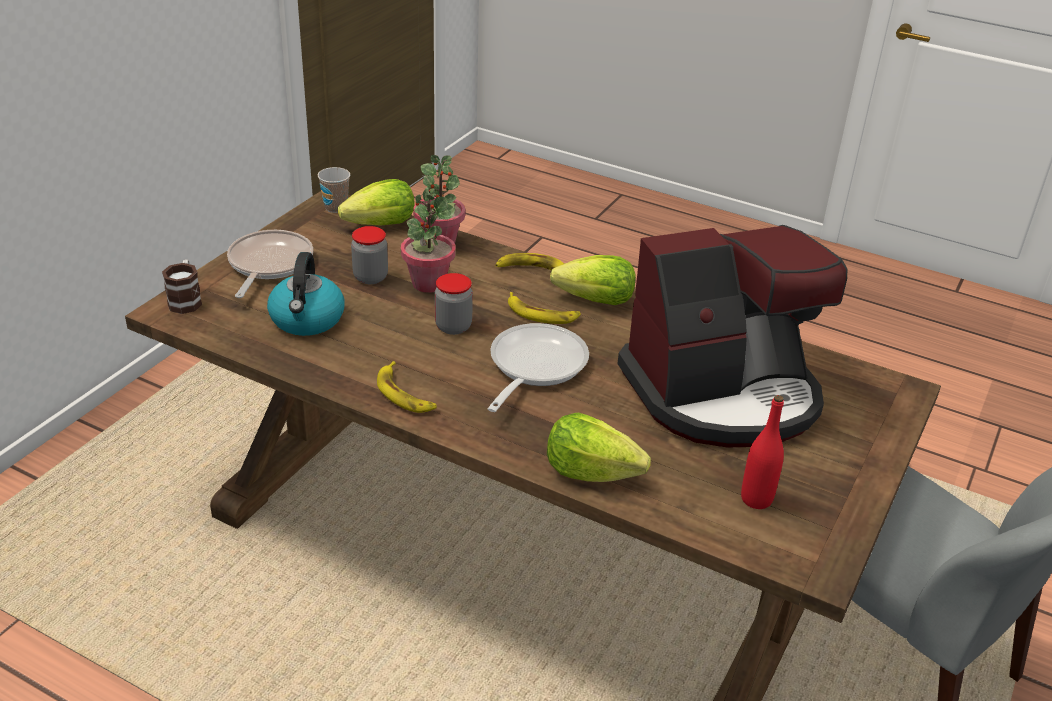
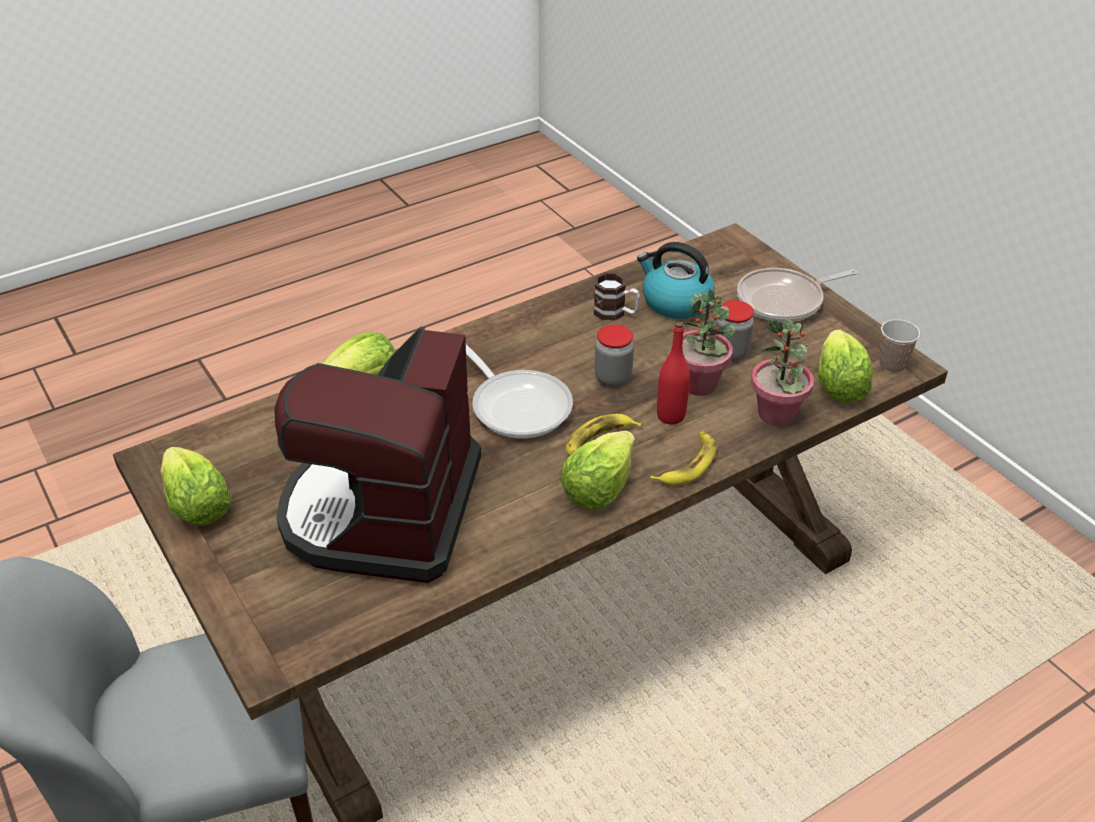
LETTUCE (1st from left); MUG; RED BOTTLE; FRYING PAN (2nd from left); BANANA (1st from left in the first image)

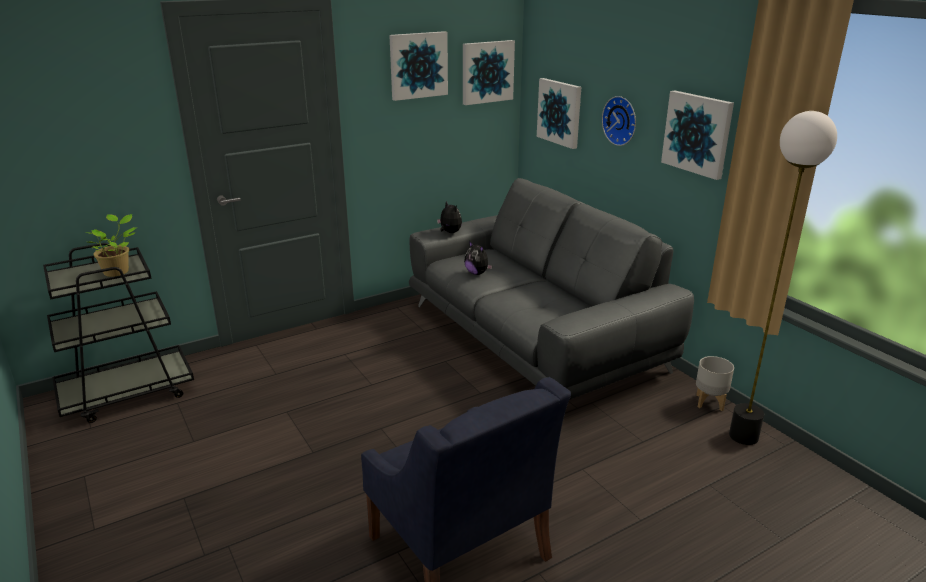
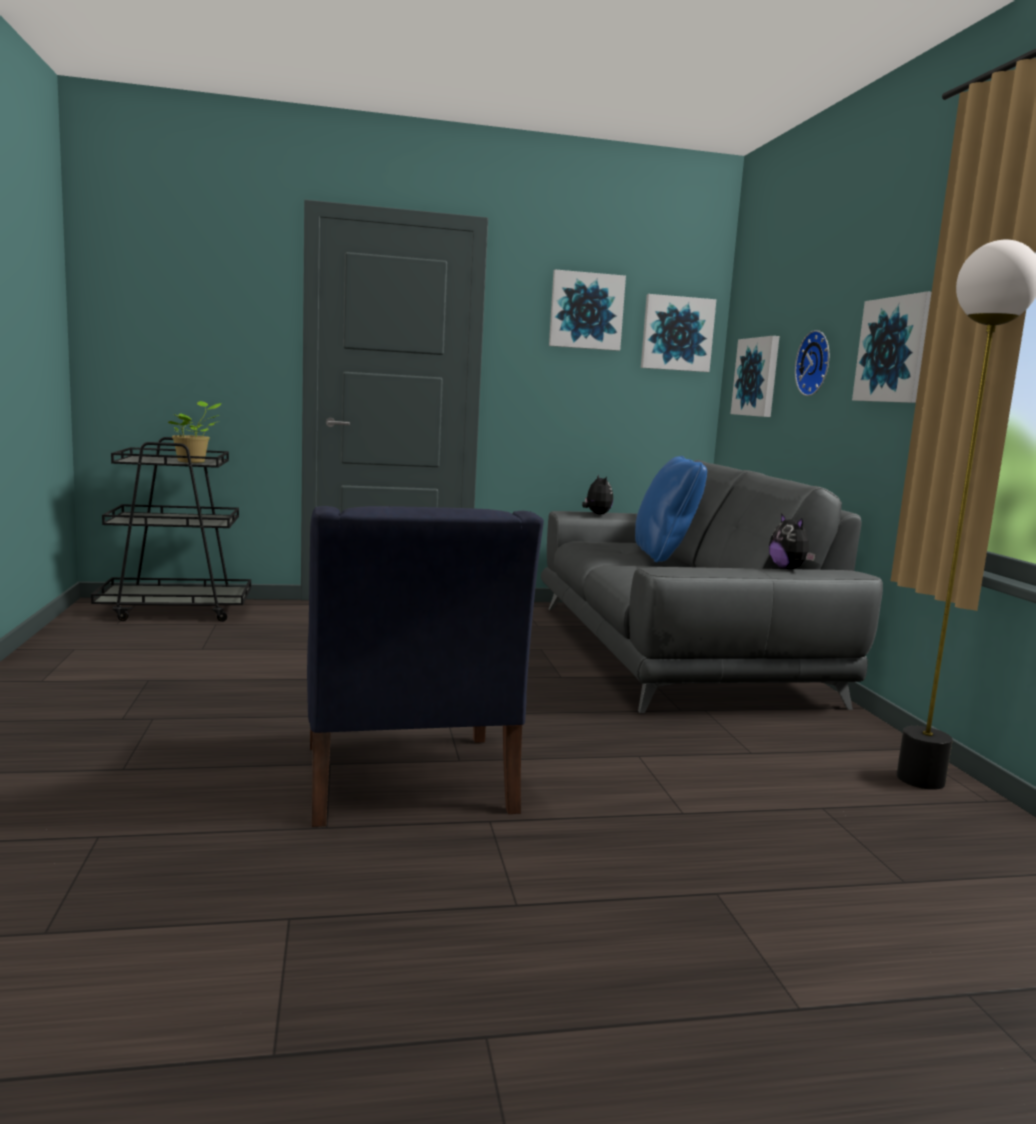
BLUE PILLOW; PLUSH TOY (2nd from left); GREY PLANTER

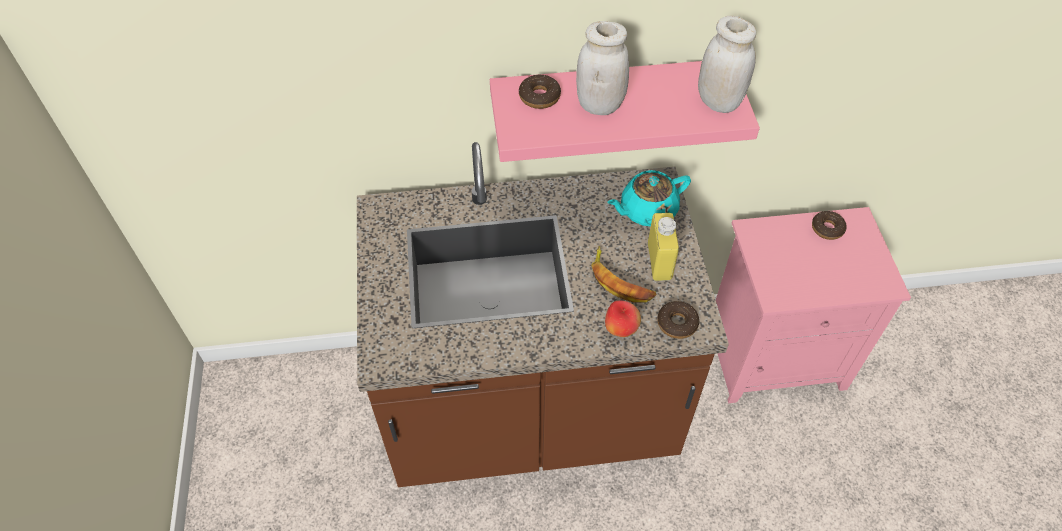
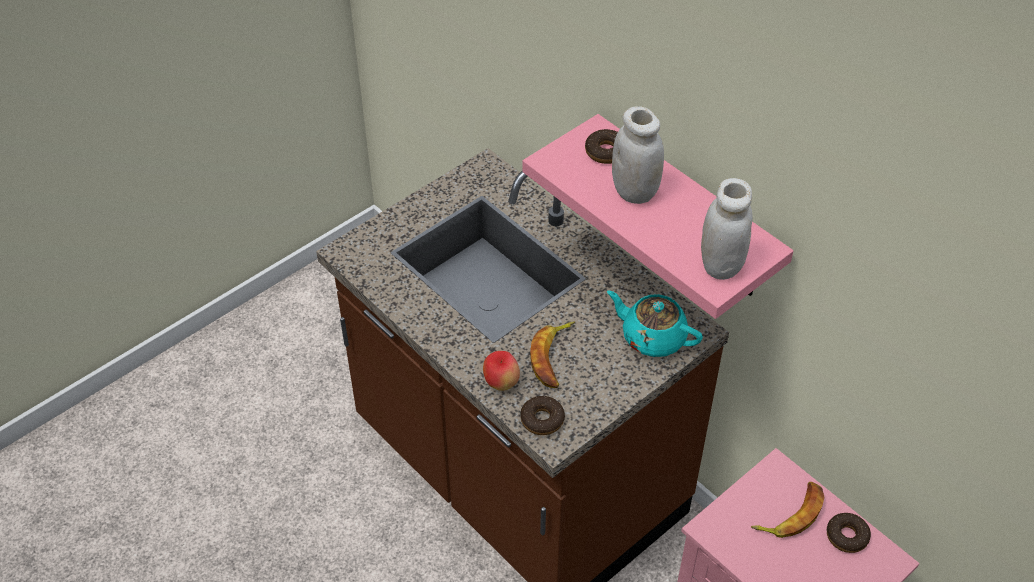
BANANA (2nd from left); YELLOW BOTTLE

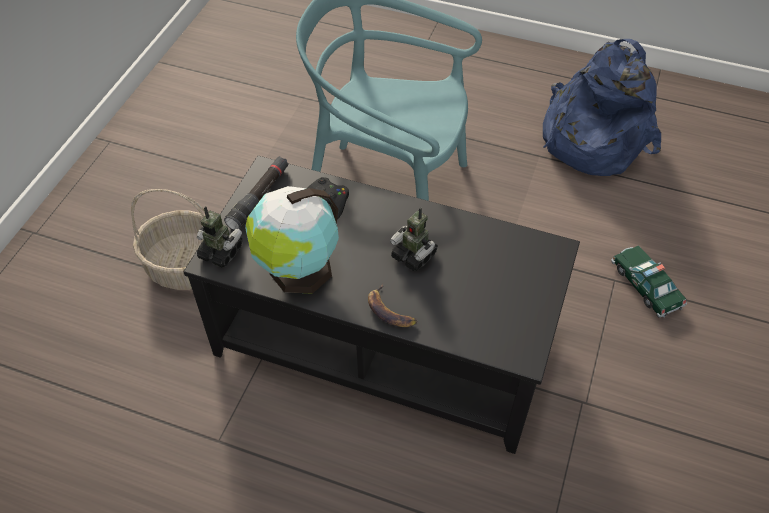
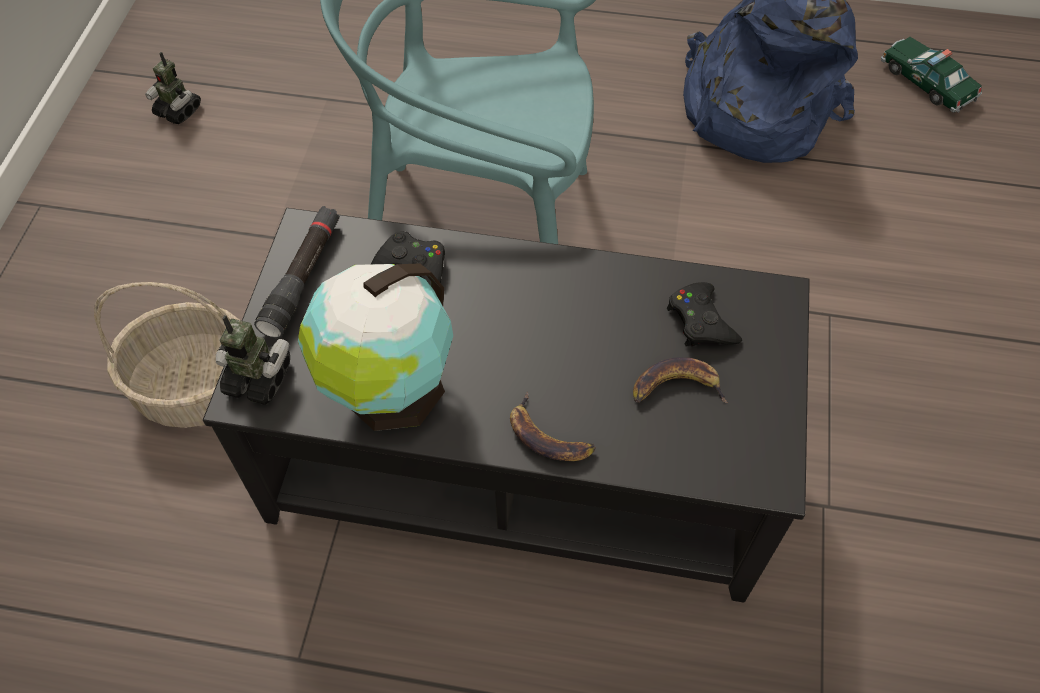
TOY ROBOT (1st from left); BANANA (2nd from left); BLACK GAME CONTROLLER (2nd from left); TOY CAR

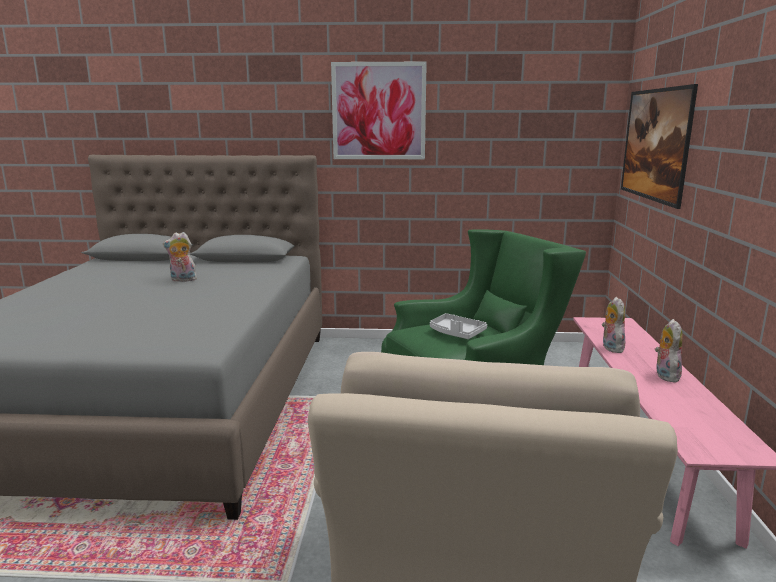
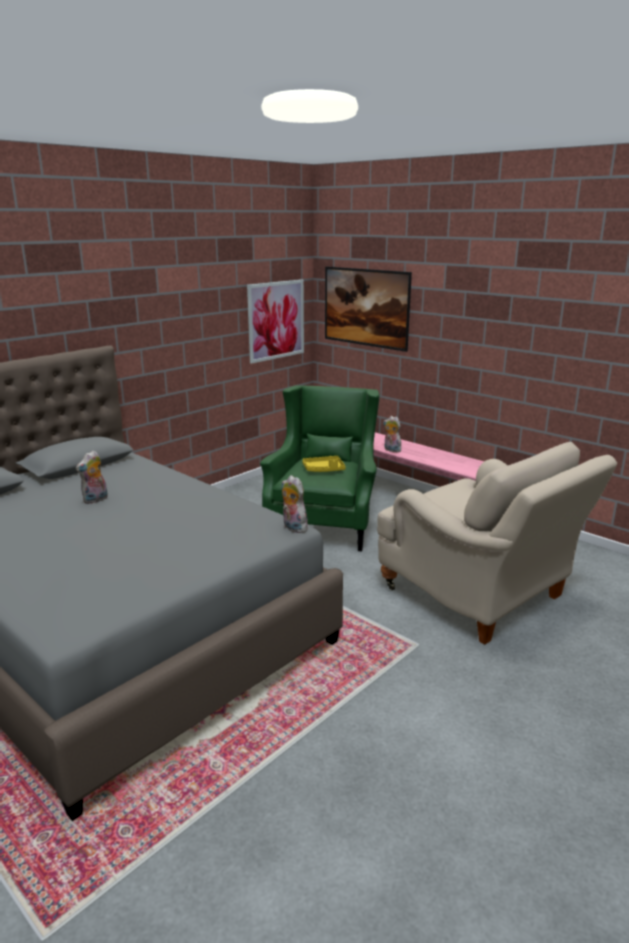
PICTURE (1st from left); PLUSH TOY (2nd from left); YELLOW TRAY

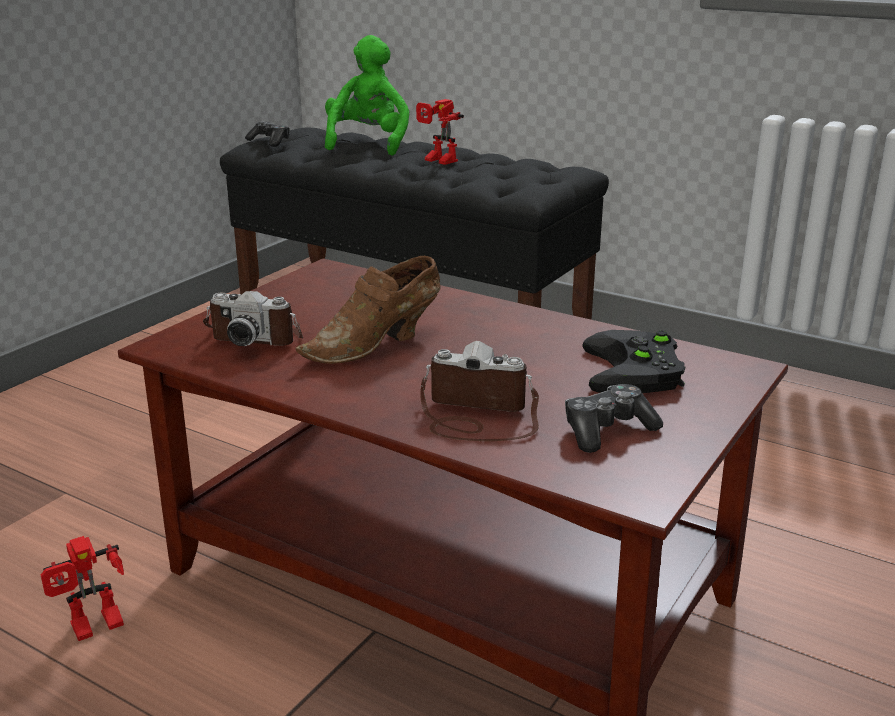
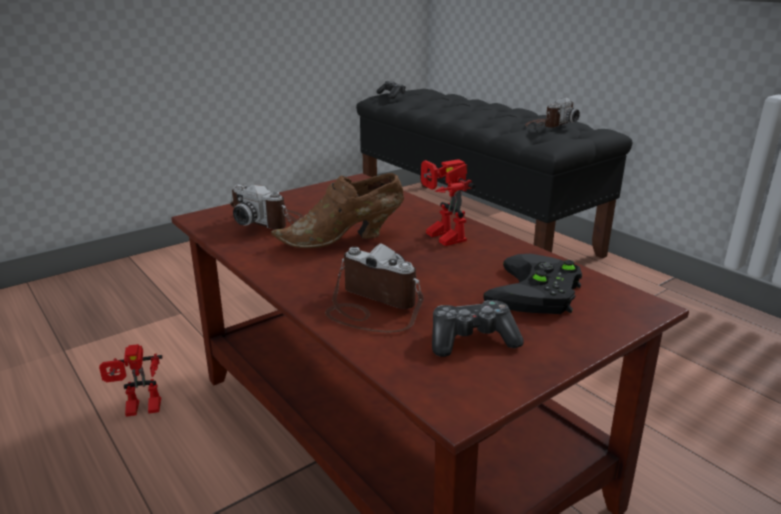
TOY ROBOT (2nd from left); PHOTO CAMERA (3rd from left); GREEN PLUSH TOY

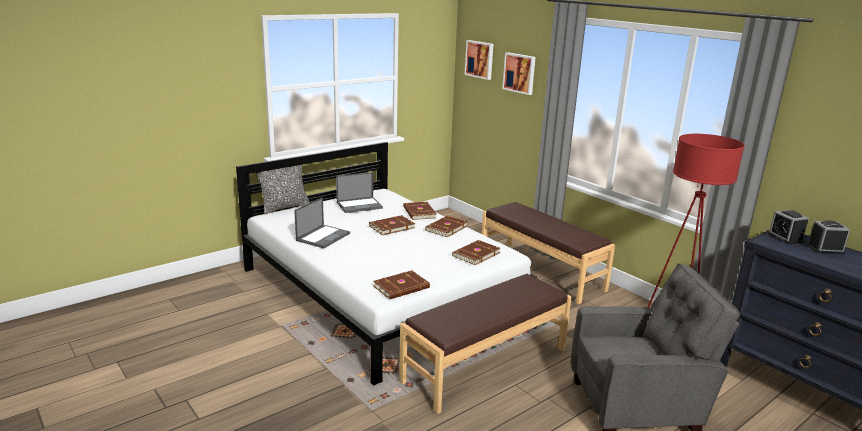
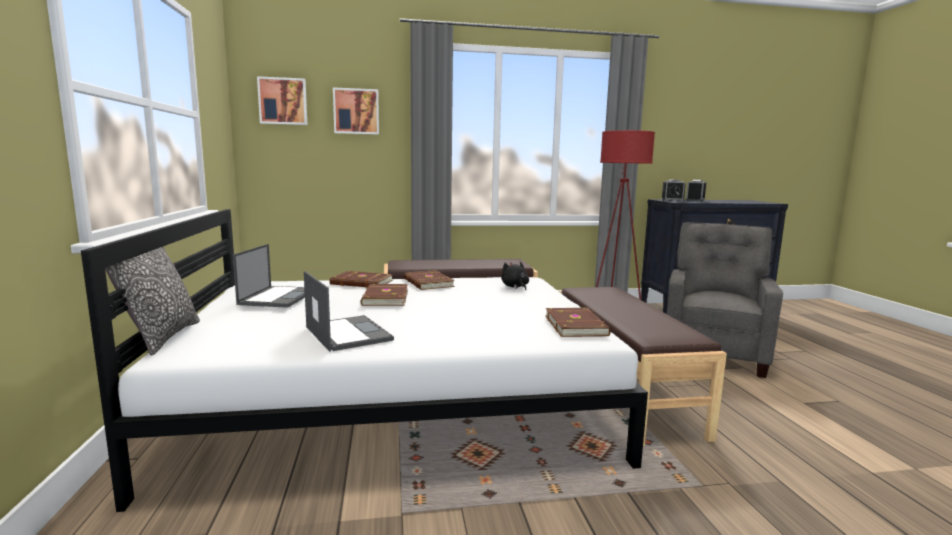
BLACK PLUSH TOY

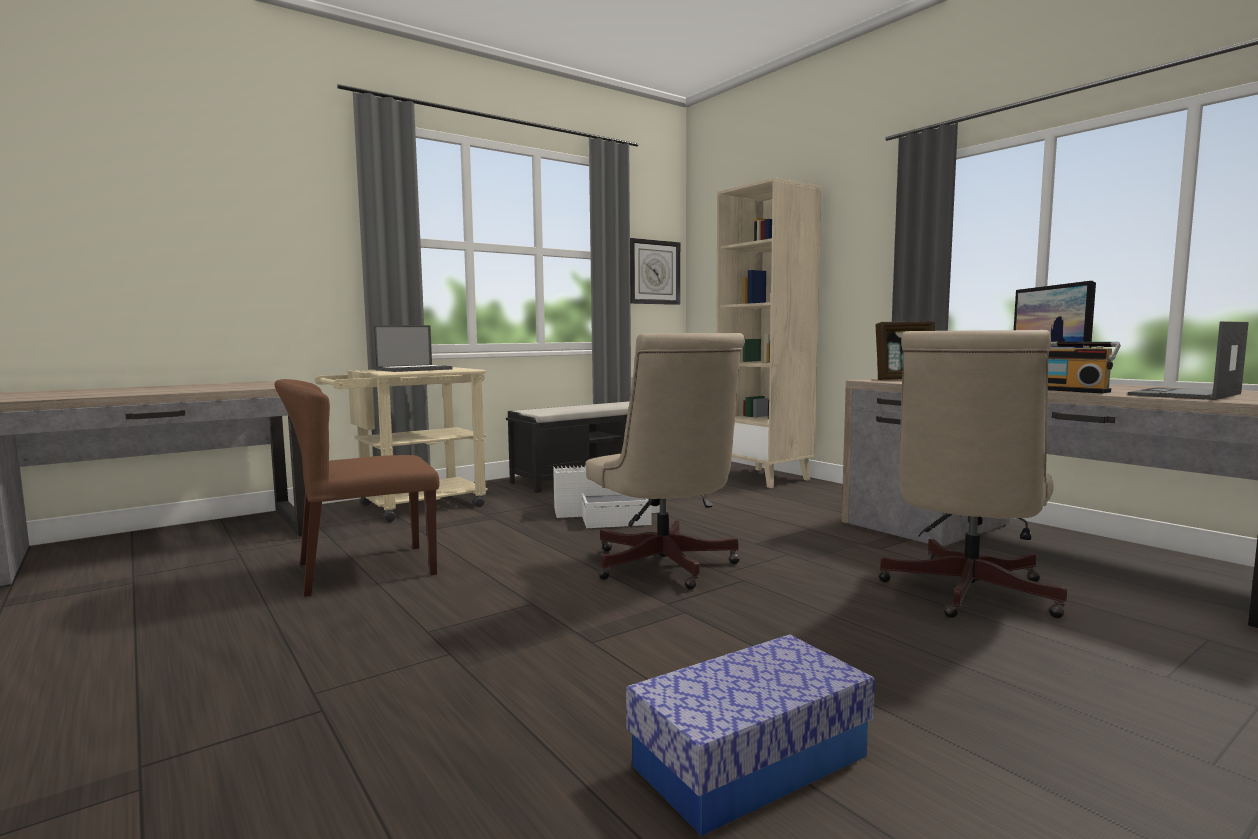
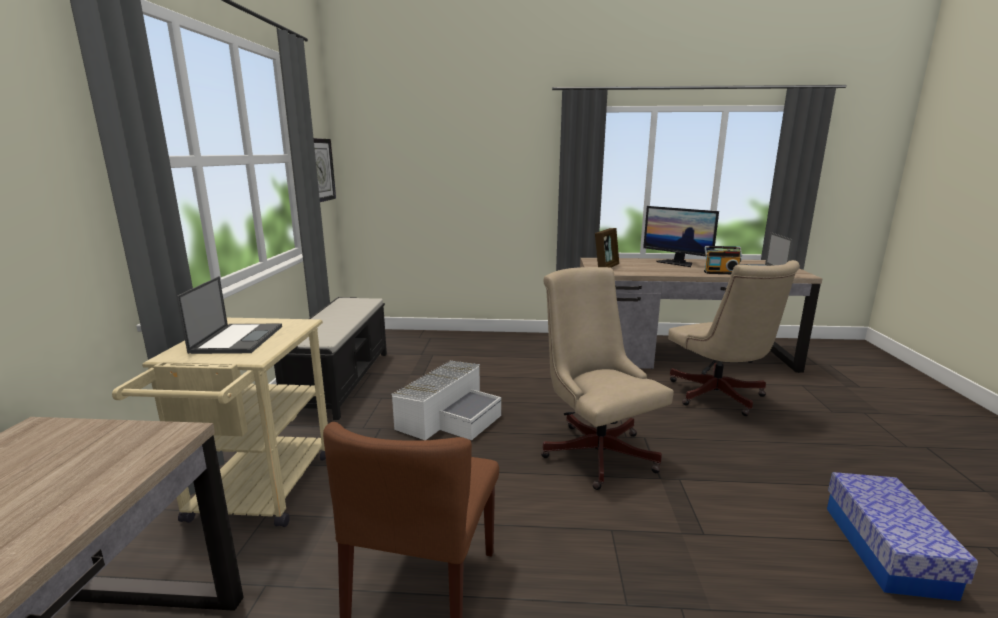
BEIGE OFFICE CHAIR (1st from left); BEIGE BOOKCASE

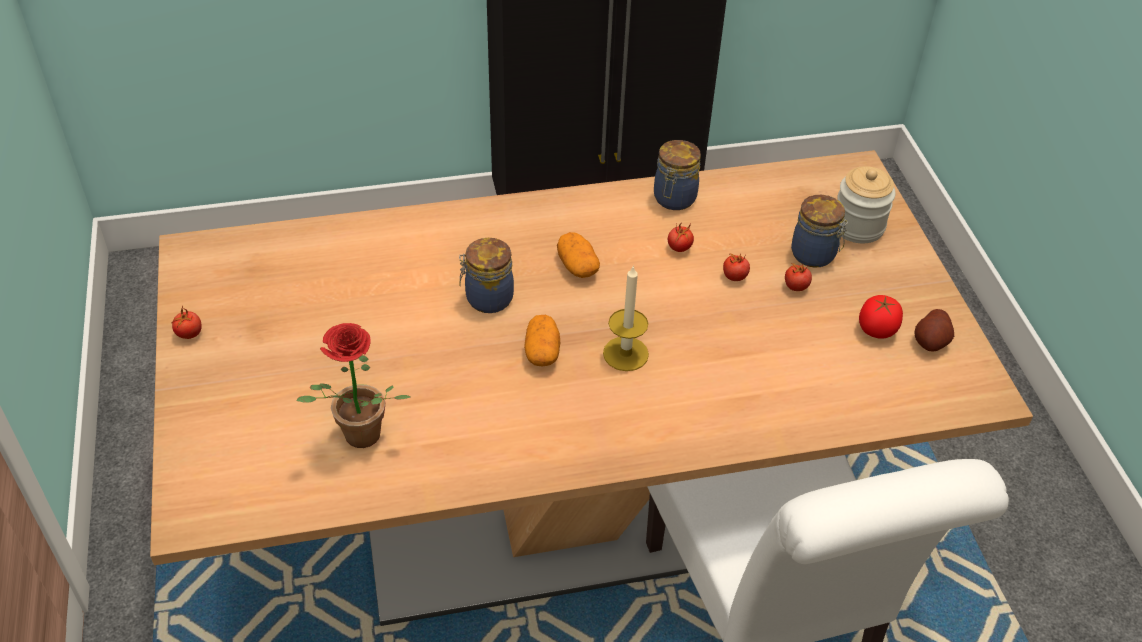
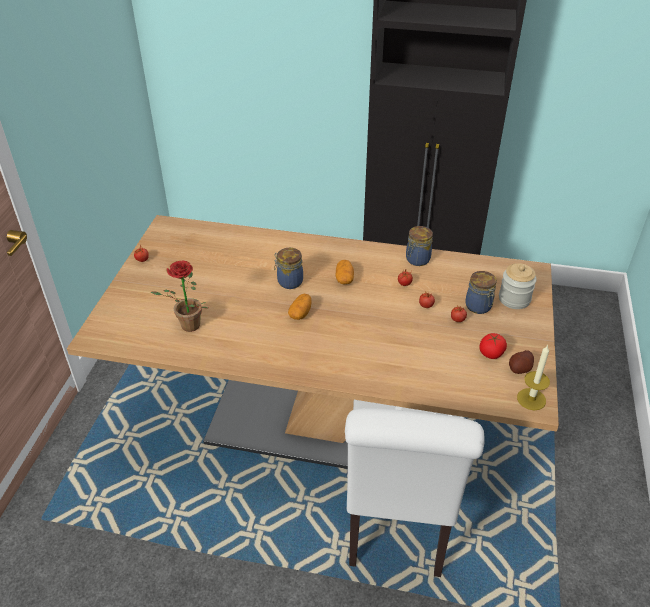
CANDLE

